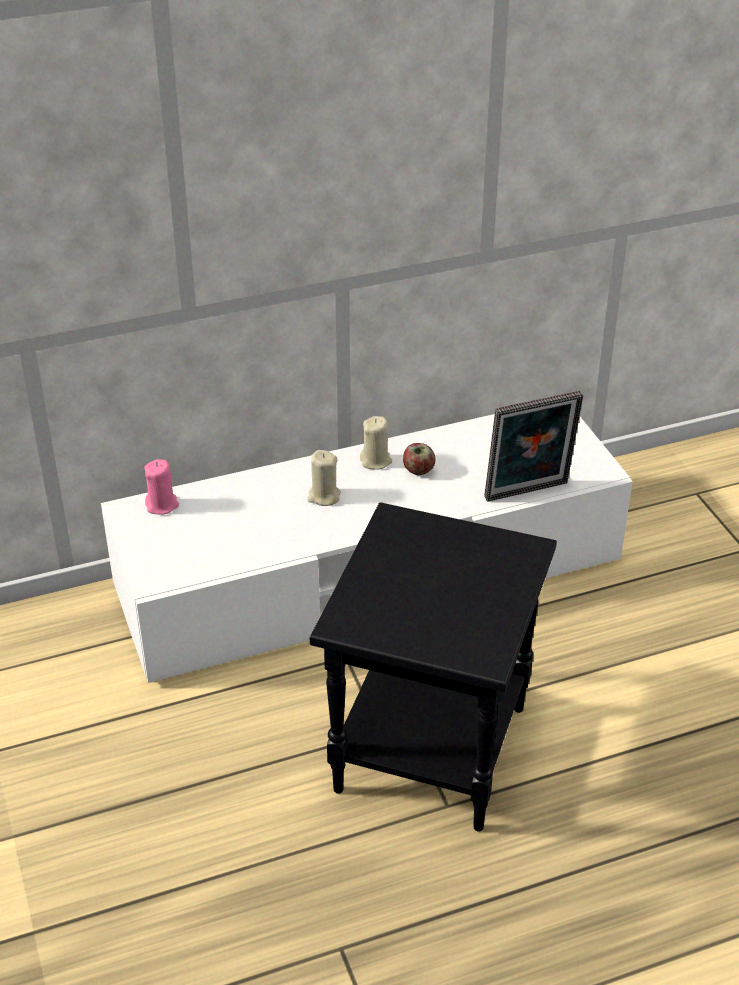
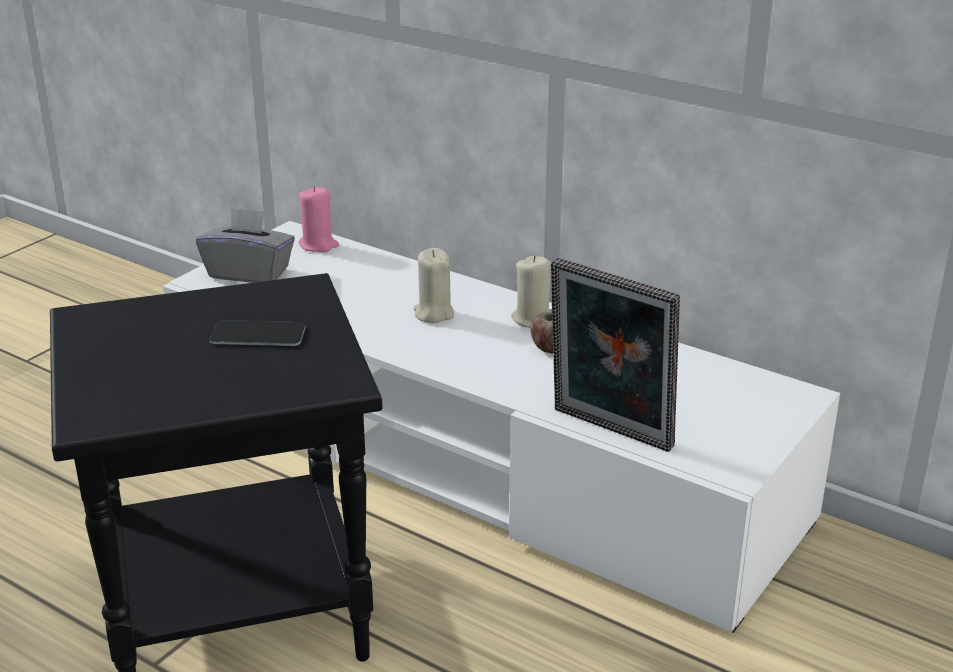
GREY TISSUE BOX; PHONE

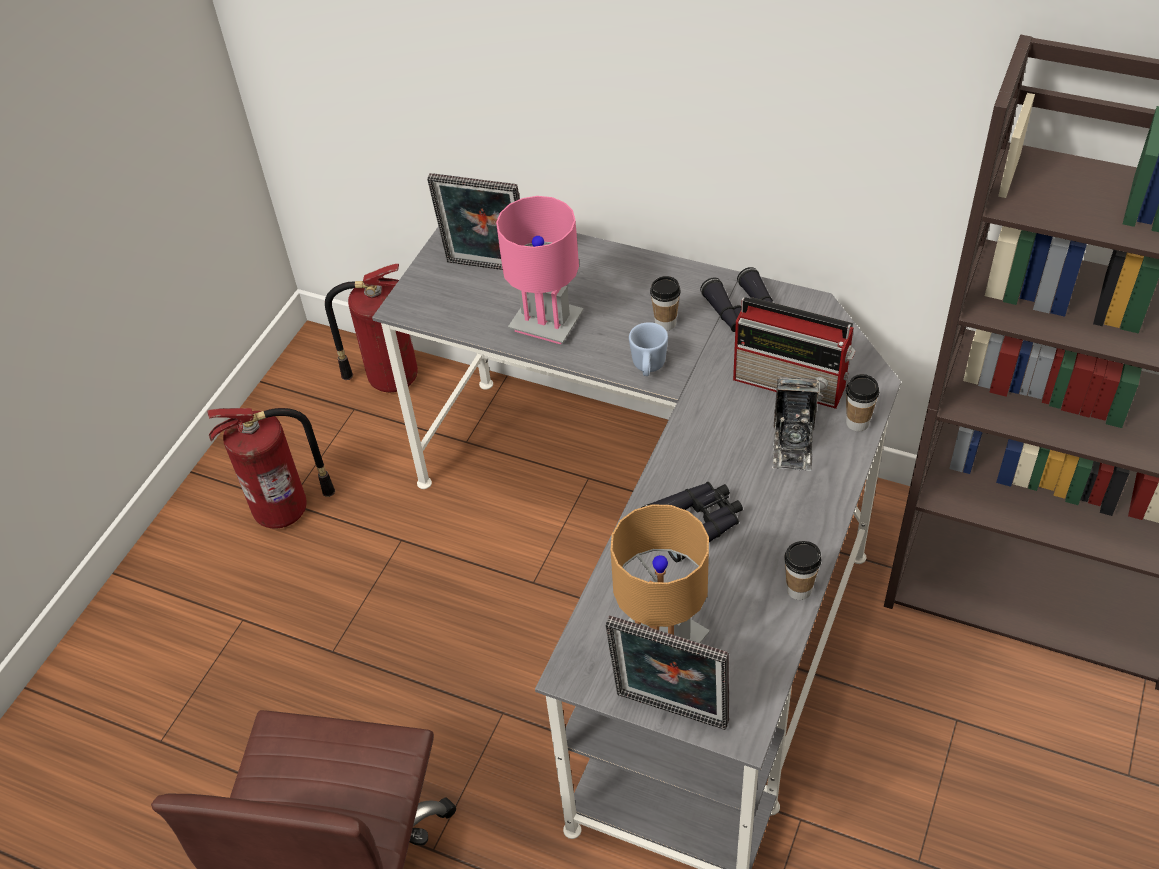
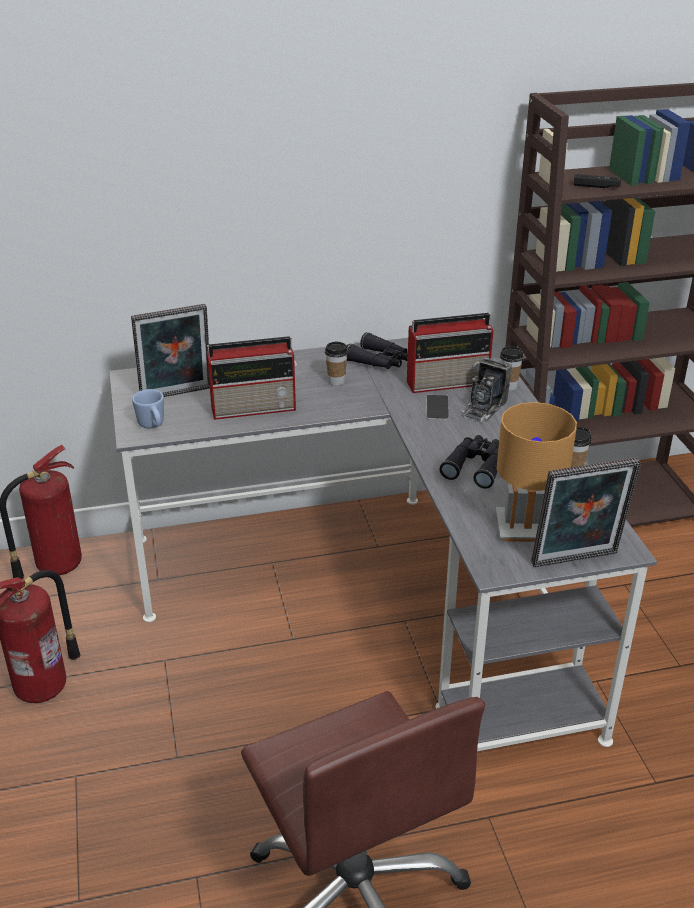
BLUE MUG; RADIO (1st from left); PHONE; PHOTO CAMERA; BLACK GAME CONTROLLER

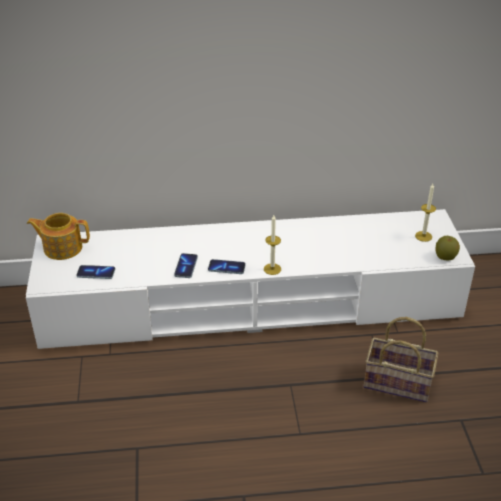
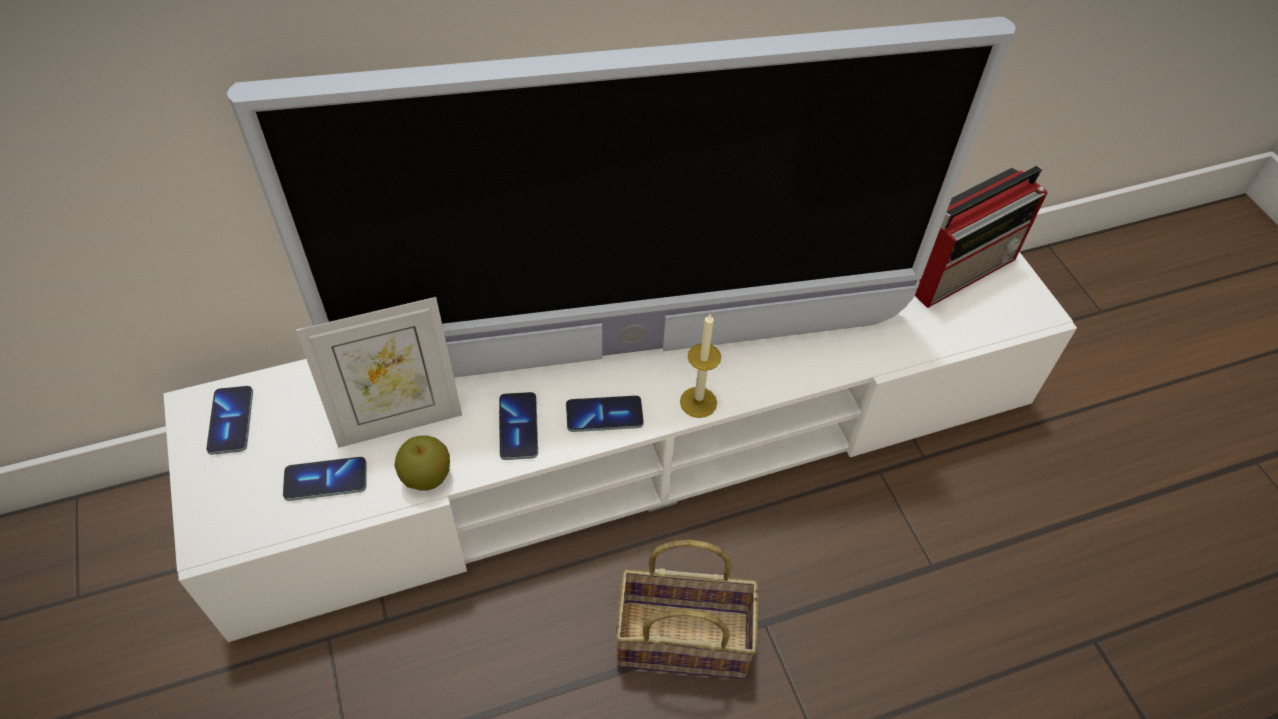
PHONE (1st from left); TELEVISION; PICTURE FRAME; APPLE; BASKET; RADIO

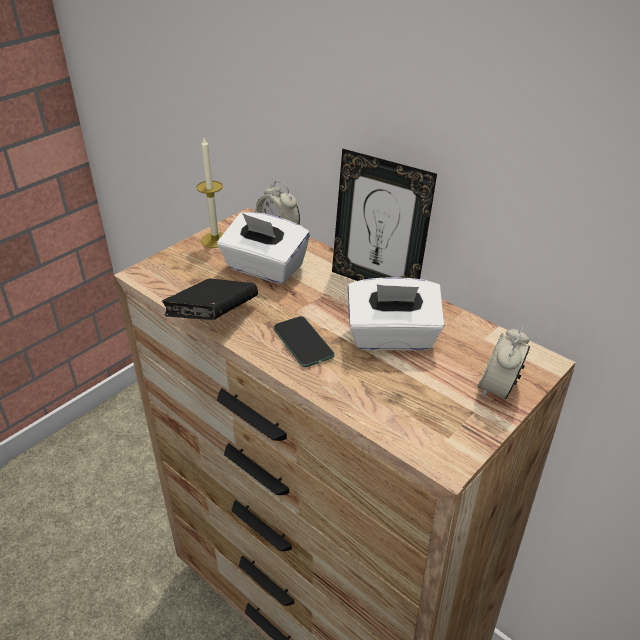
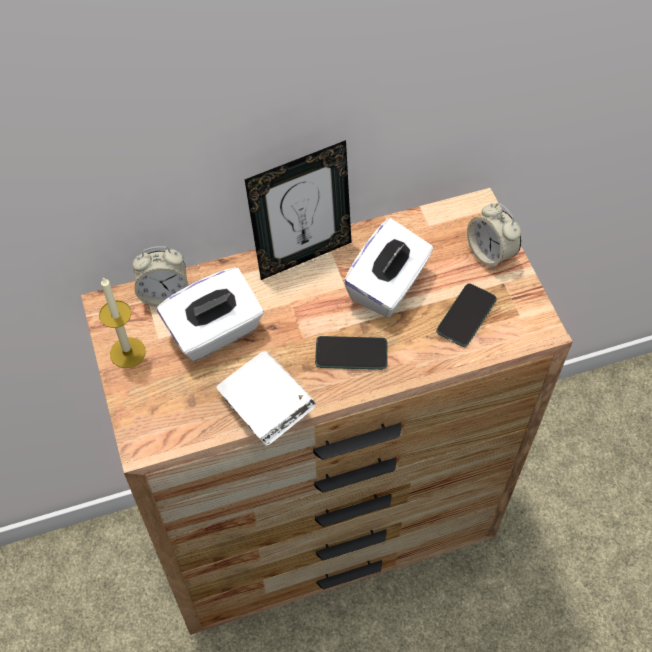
WHITE BOOK; PHONE (2nd from left)

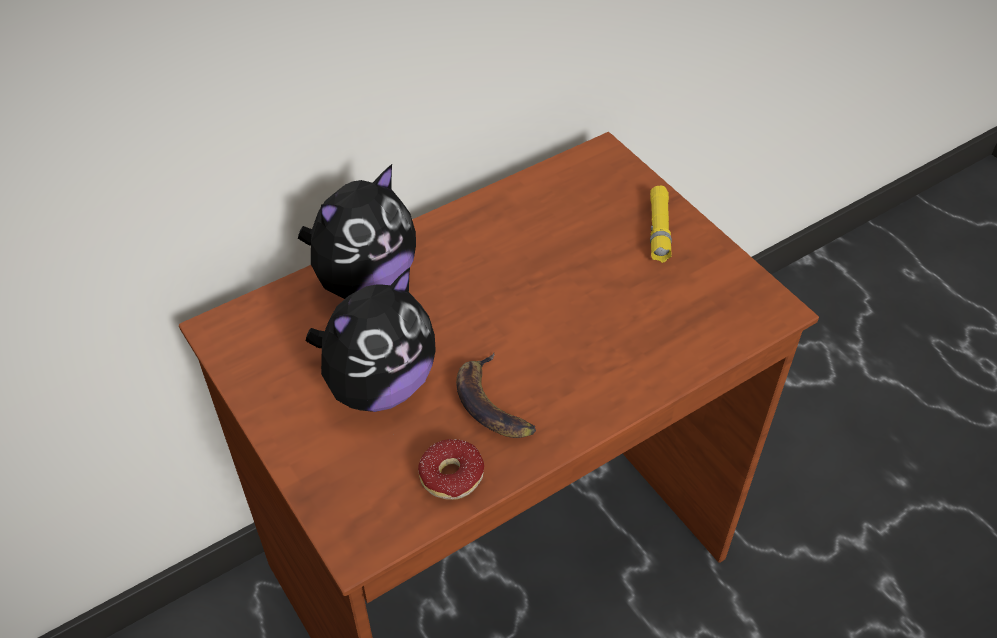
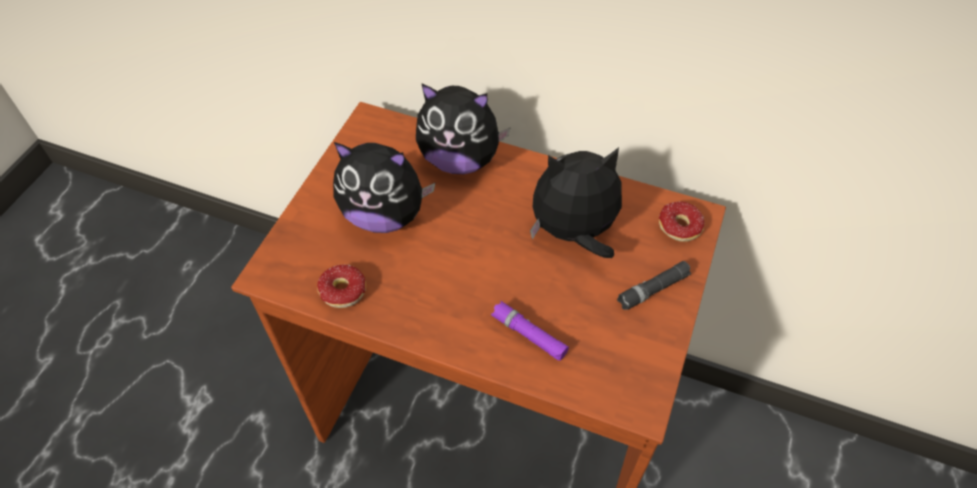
PURPLE FLASHLIGHT; PLUSH TOY (3rd from left); BLACK FLASHLIGHT; DONUT (2nd from left); BANANA

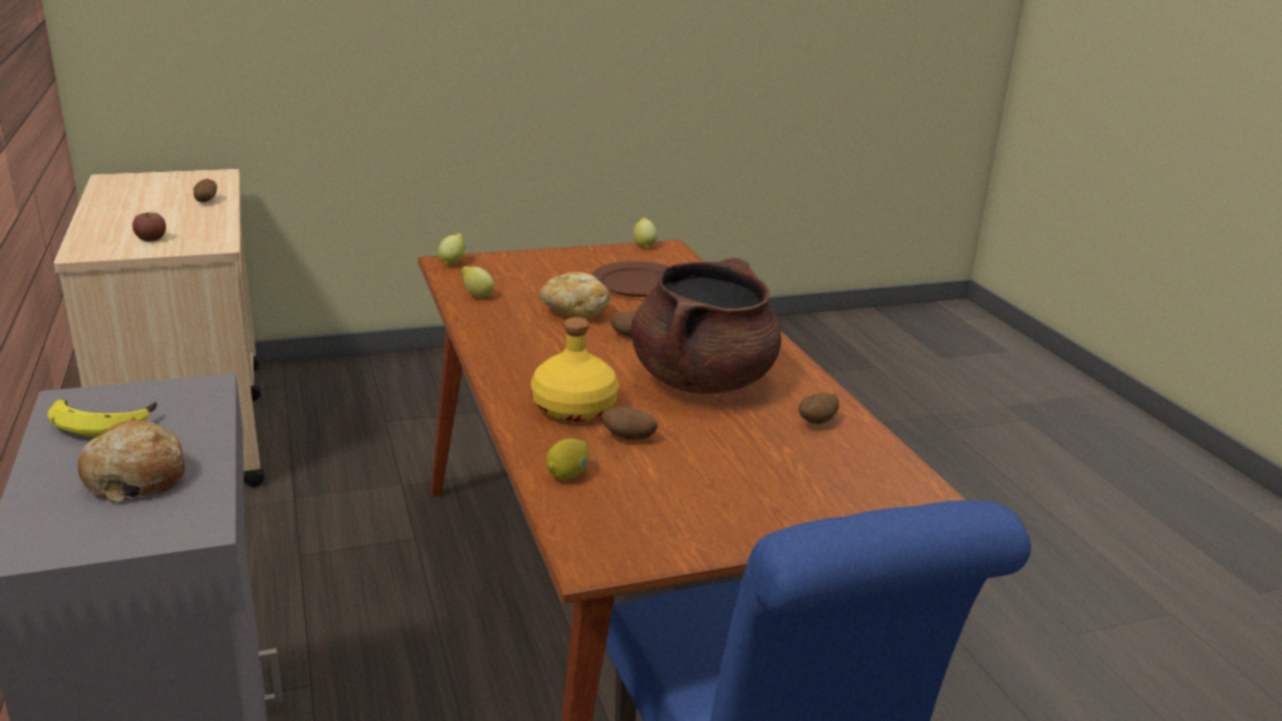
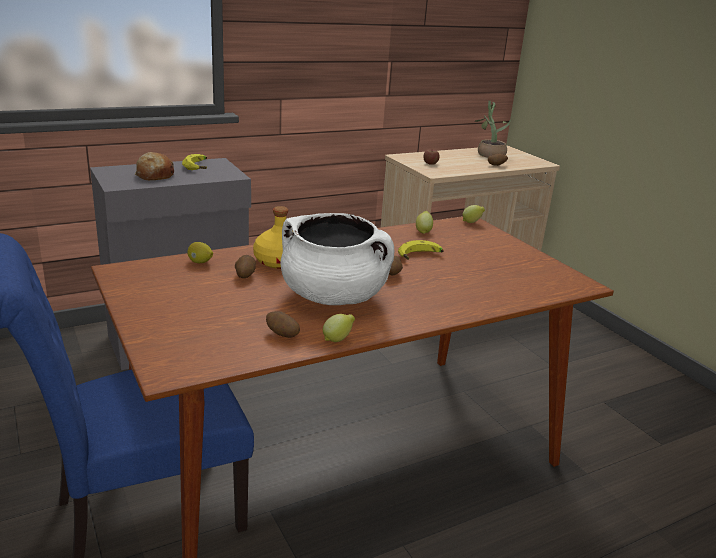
WHITE COOKING POT; LEMON (2nd from left); BANANA (2nd from left); POTTED PLANT; BROWN PLATE

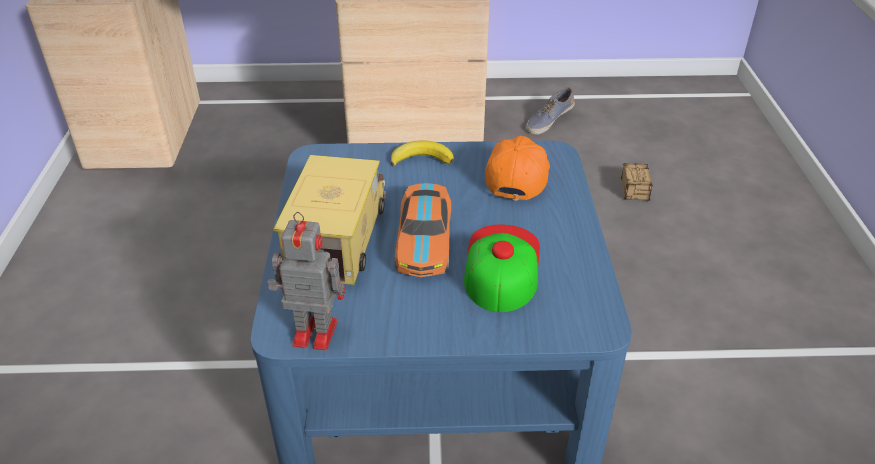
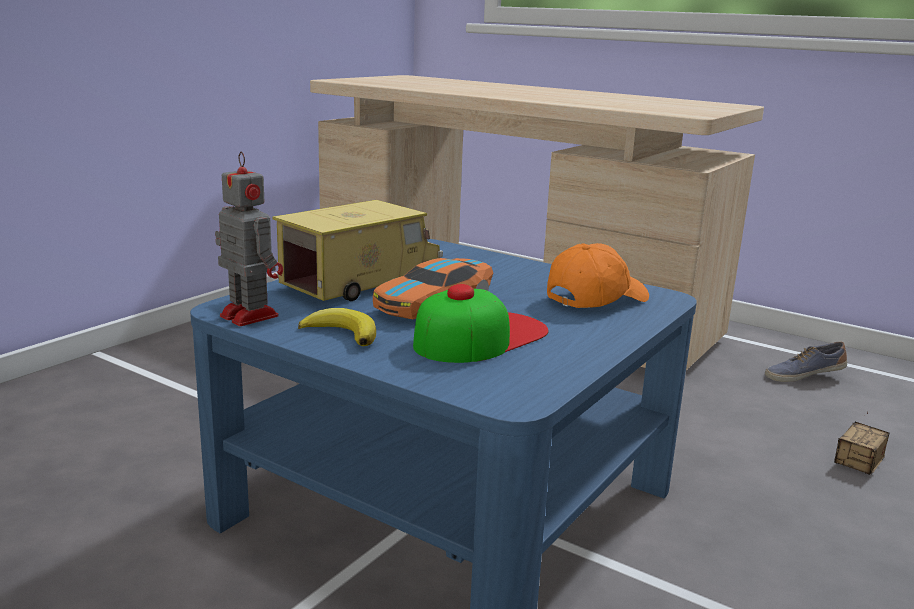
BANANA

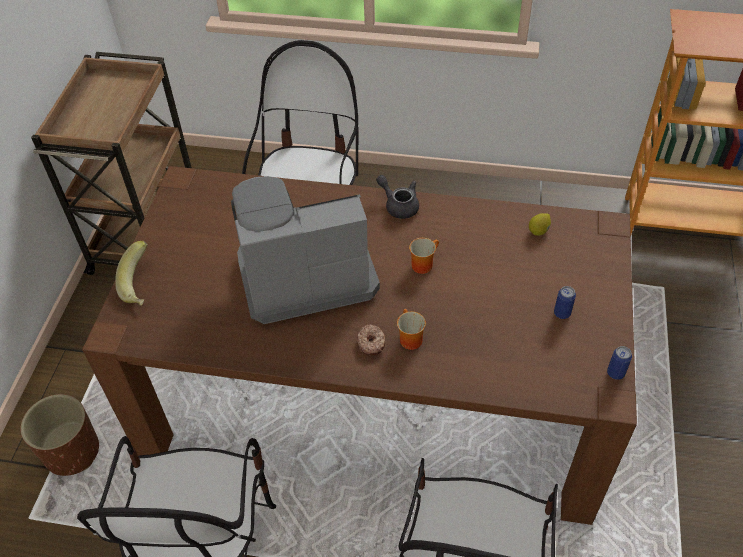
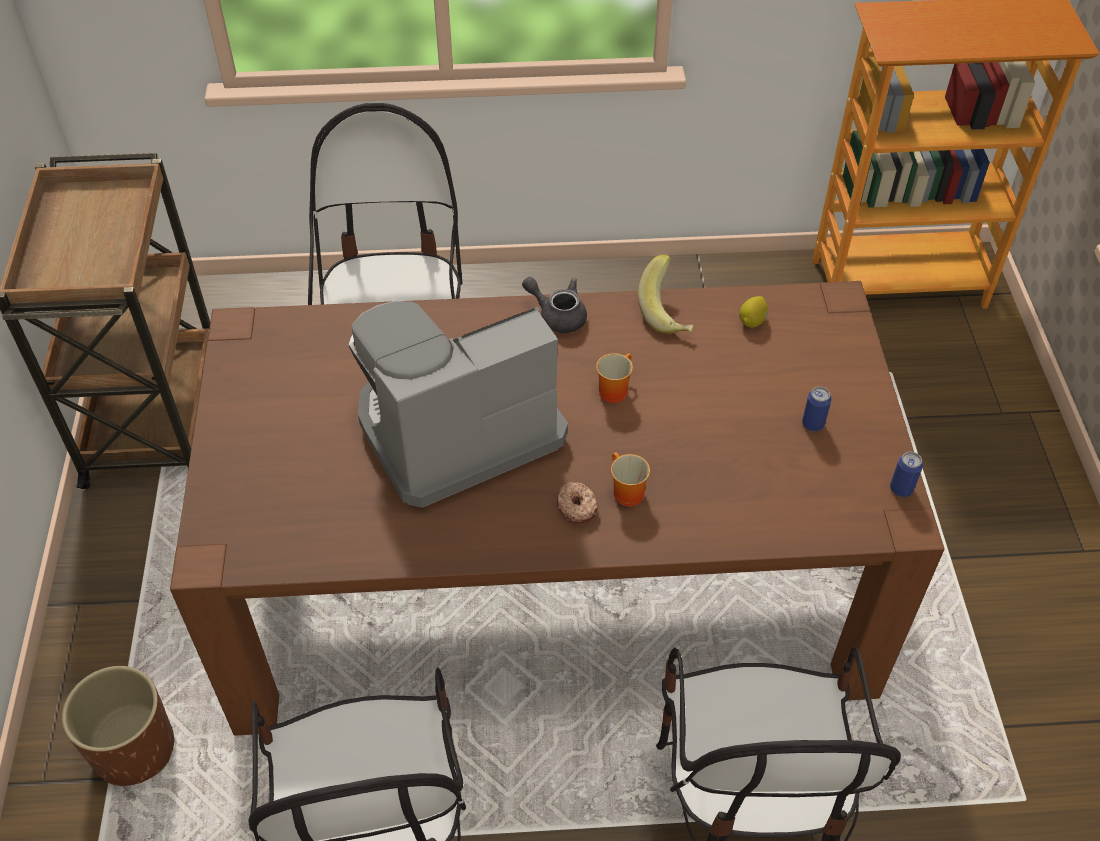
BANANA

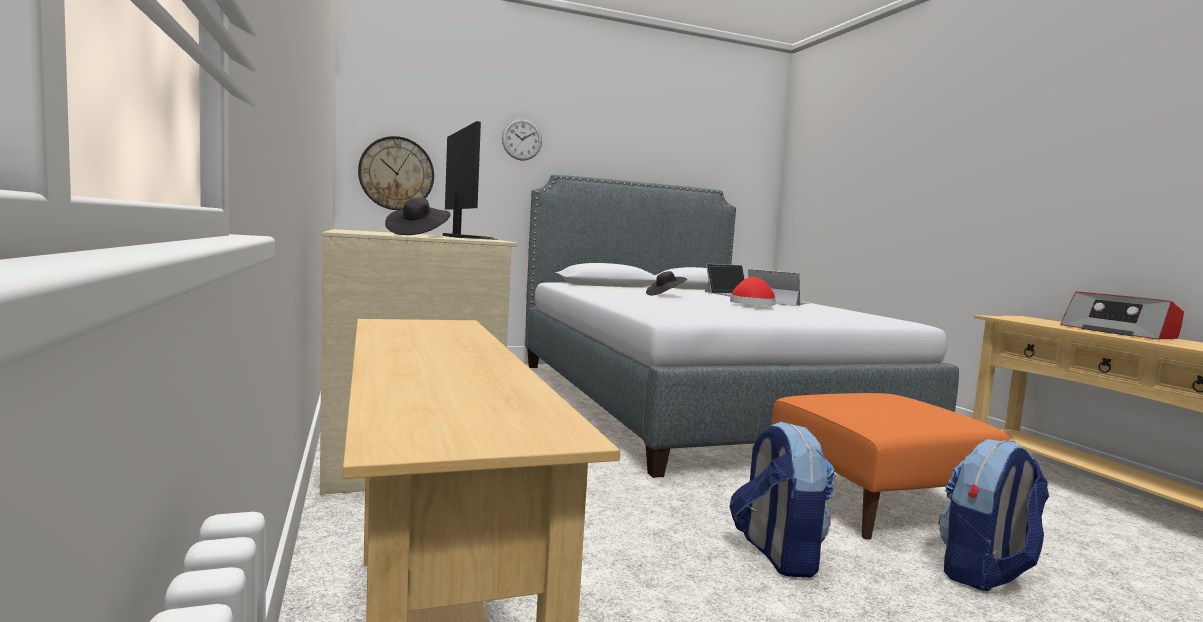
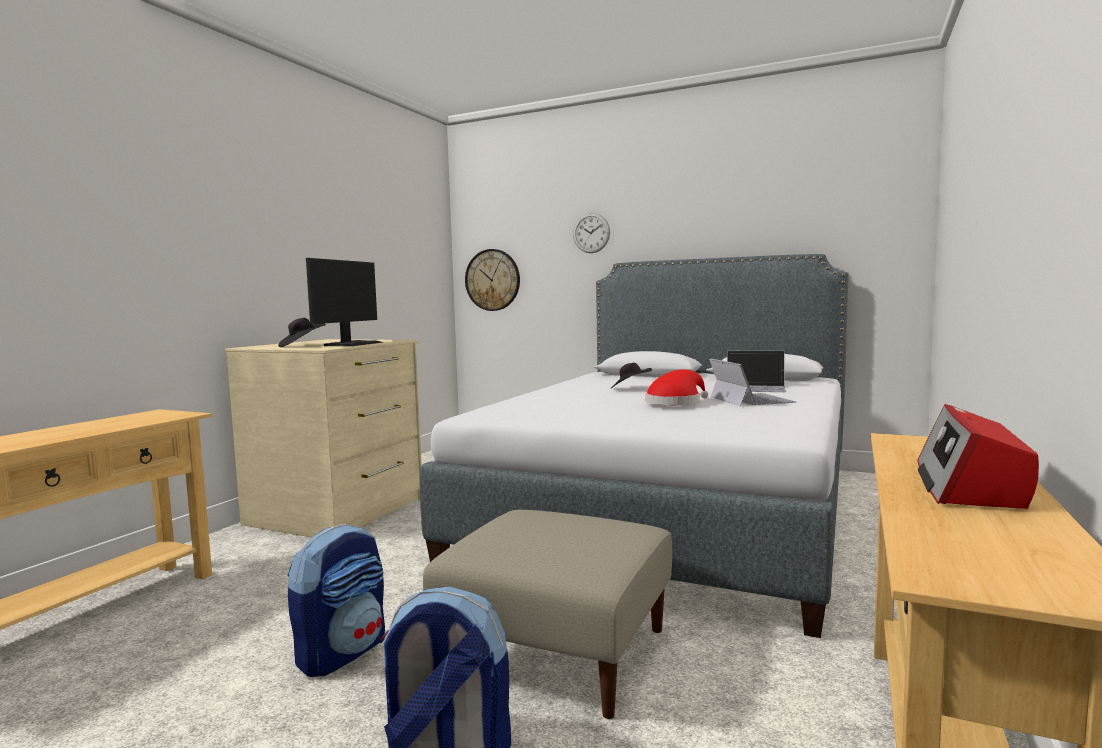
BEIGE OTTOMAN

